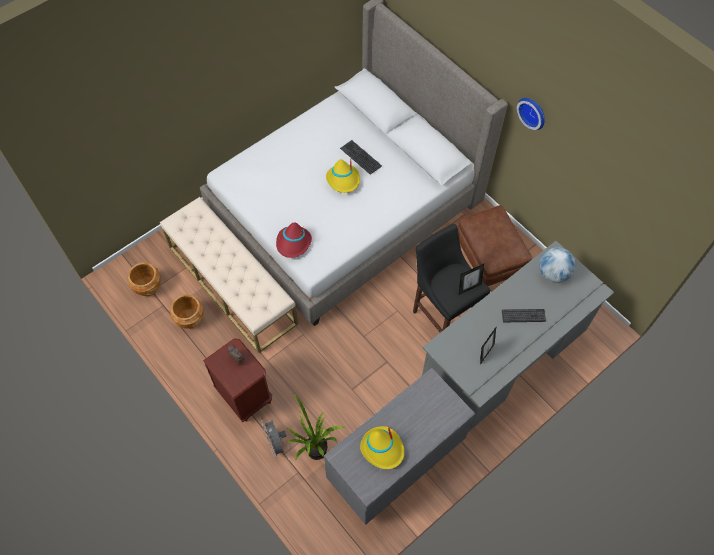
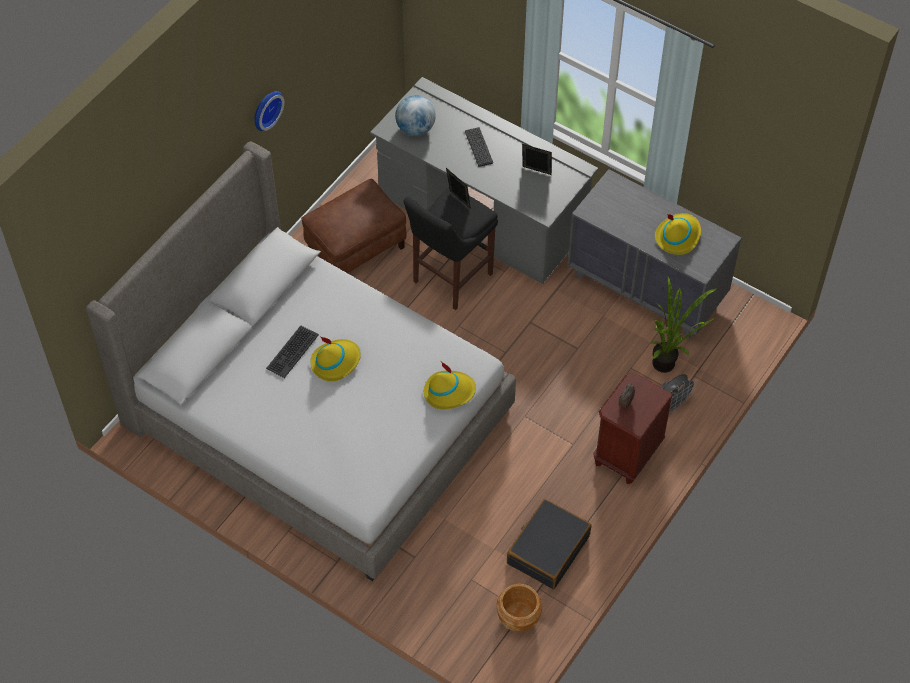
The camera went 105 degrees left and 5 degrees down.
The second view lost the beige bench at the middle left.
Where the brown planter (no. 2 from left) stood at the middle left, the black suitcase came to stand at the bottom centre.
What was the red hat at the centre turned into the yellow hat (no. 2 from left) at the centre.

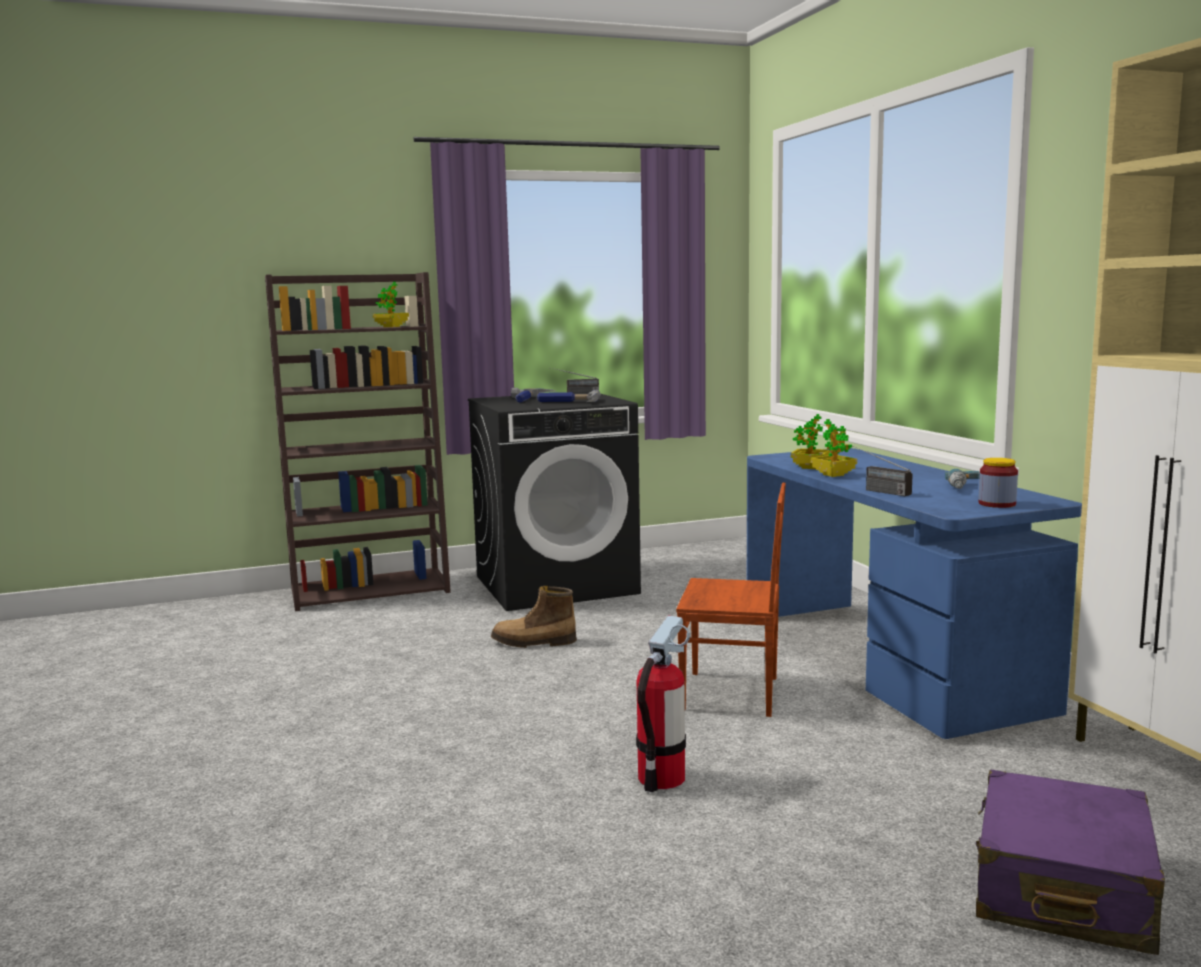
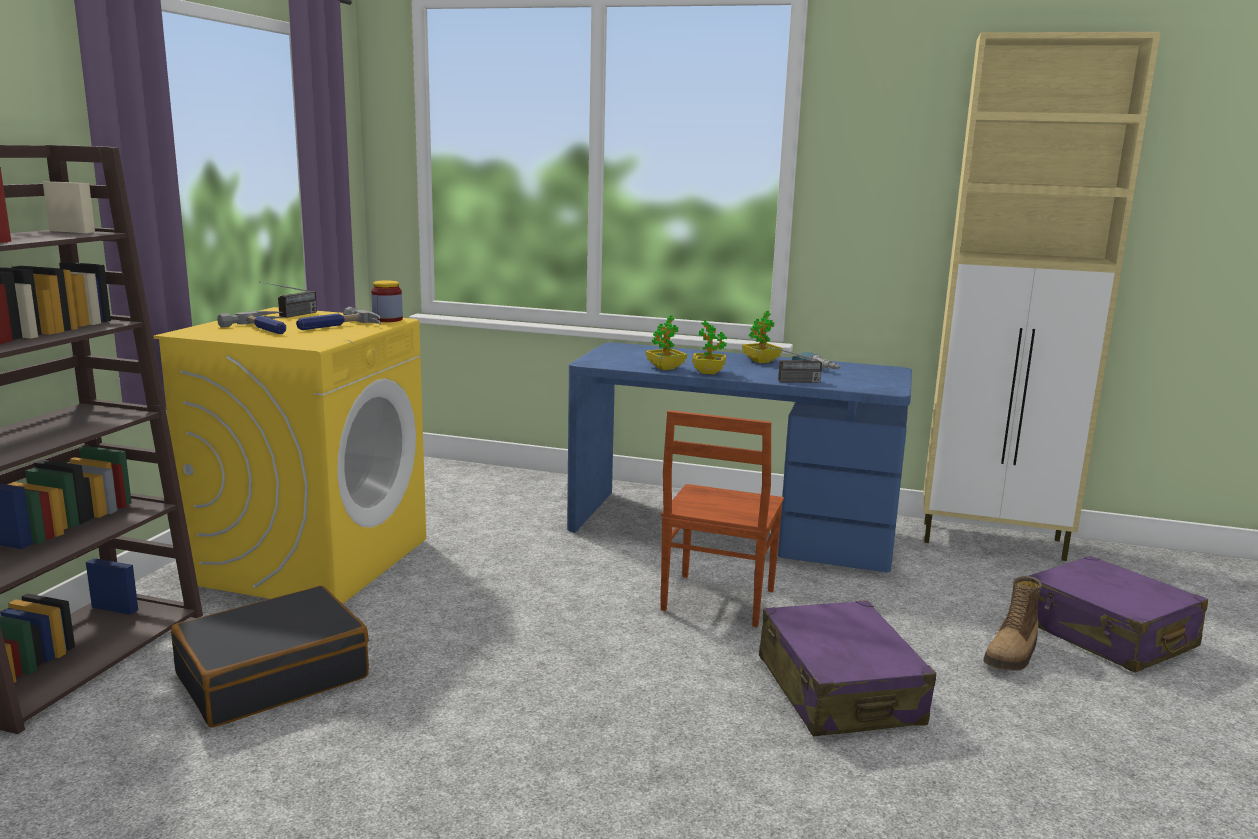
The camera went 55 degrees left and 5 degrees up.
The second view gained the black suitcase at the bottom left.
The potted plant (no. 1 from left in the first image) ended up elsewhere, having gone from the top left to the centre.
The boot ended up elsewhere, having gone from the centre to the bottom right.
The jar ended up elsewhere, having gone from the middle right to the middle left.
Where the fire extinguisher stood at the bottom centre, the purple suitcase (no. 1 from left) came to stand at the bottom right.
What was the black washing machine at the centre turned into the yellow washing machine at the middle left.
The brown chair at the centre ended up facing another way, 150 degrees clockwise from before.

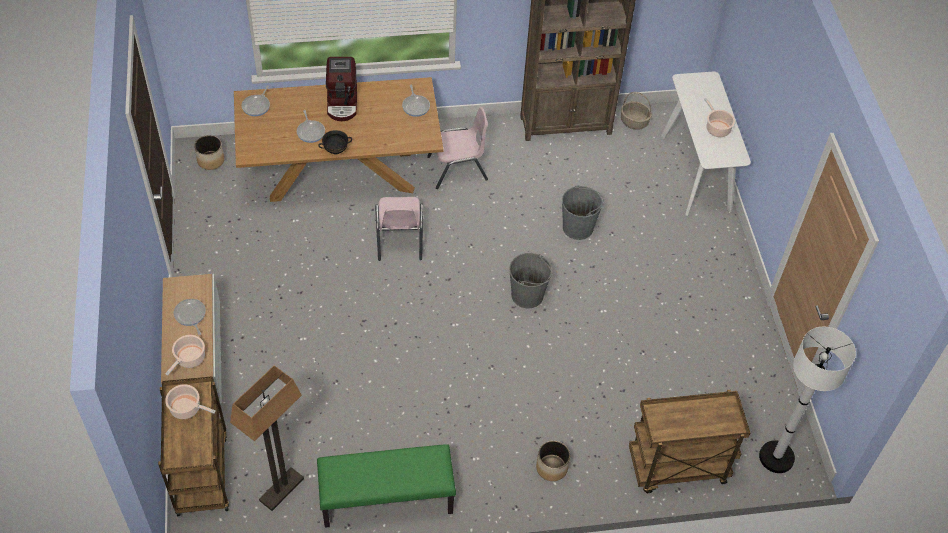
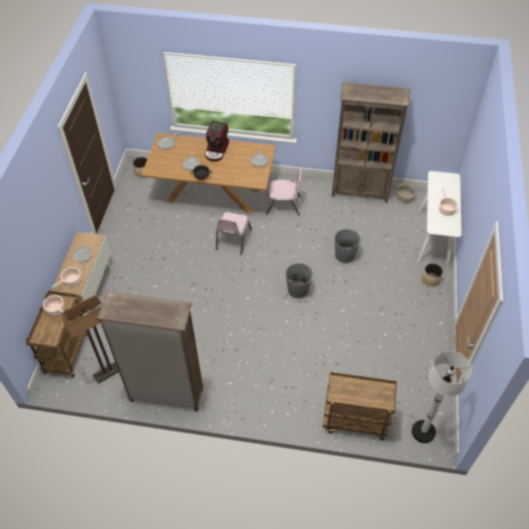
The camera went 20 degrees right and 0 degrees up.
The planter (no. 2 from left) ended up elsewhere, having gone from the bottom centre to the middle right.
Where the green bench stood at the bottom centre, the brown bookcase (no. 1 from left) came to stand at the middle left.

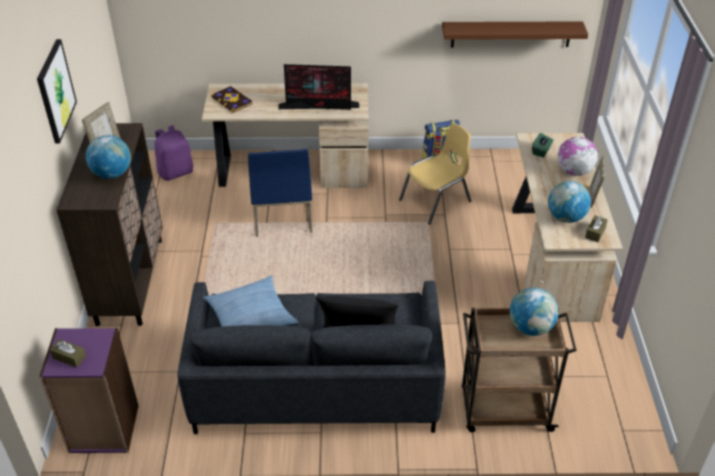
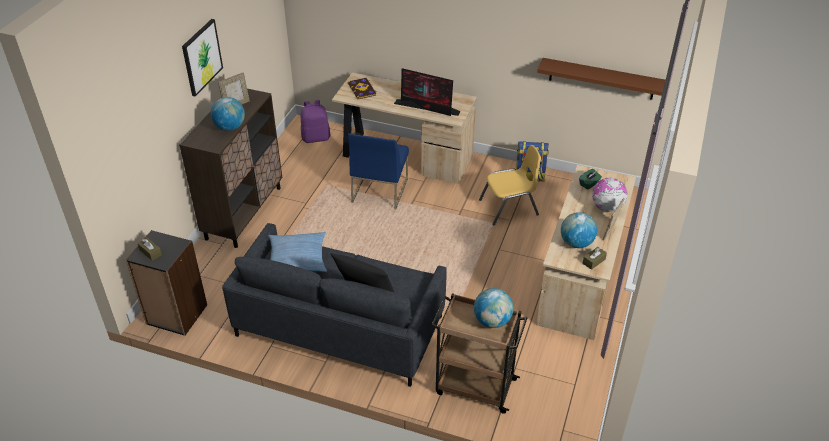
The camera went 20 degrees right and 0 degrees up.
What was the purple bookcase at the bottom left turned into the black bookcase at the middle left.

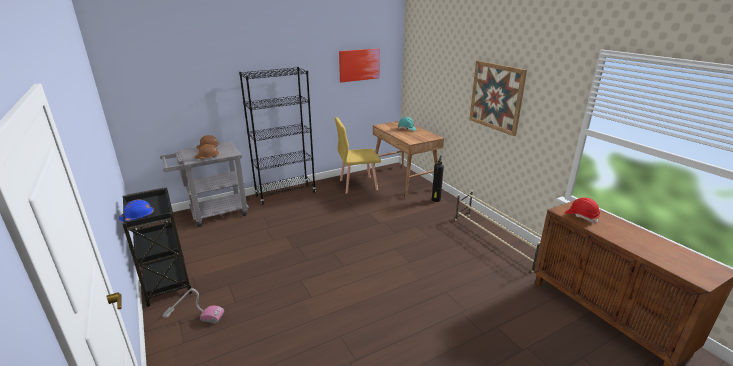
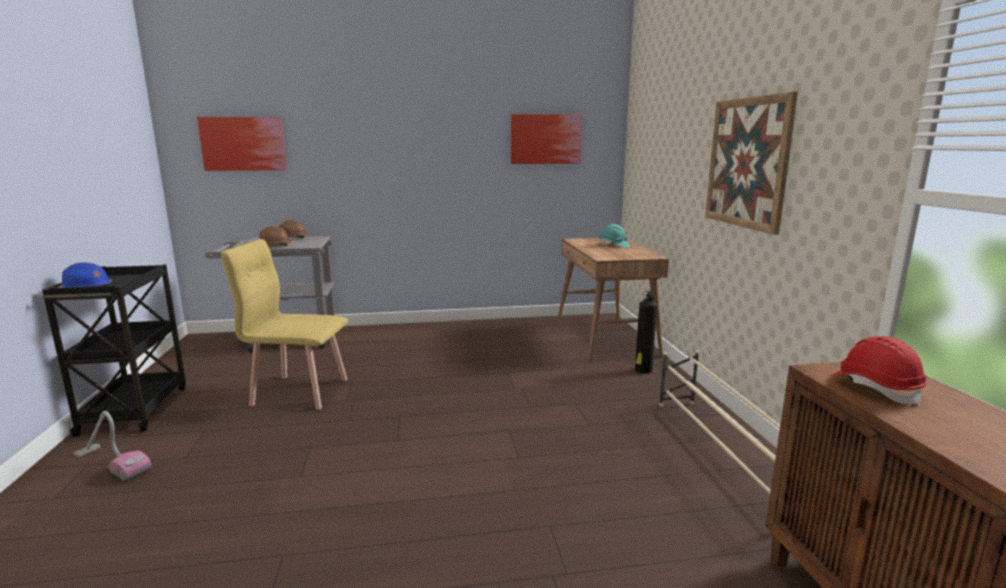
The camera went 20 degrees right and 10 degrees down.
The second view lost the black bookcase at the centre.
The second view gained the picture (no. 1 from left) at the top left.
The yellow chair ended up elsewhere, having gone from the centre to the middle left.

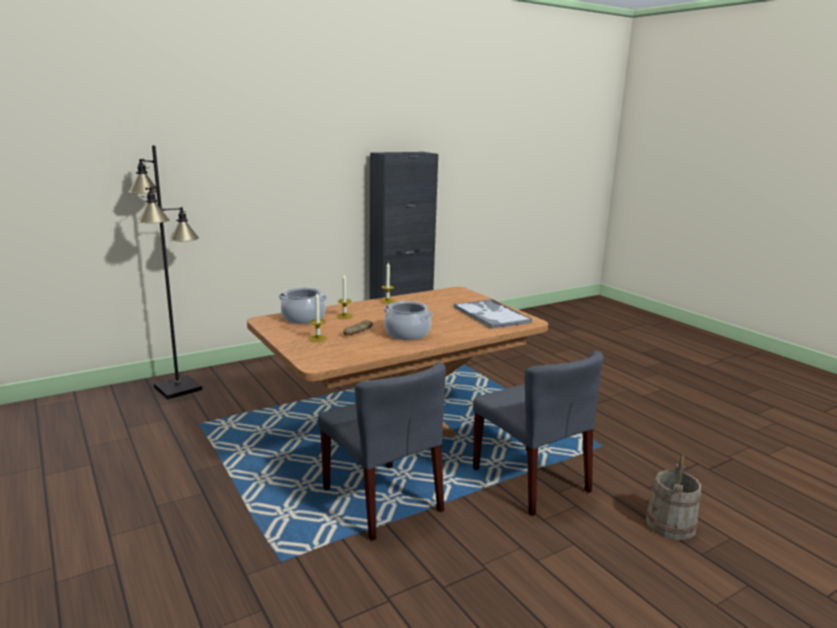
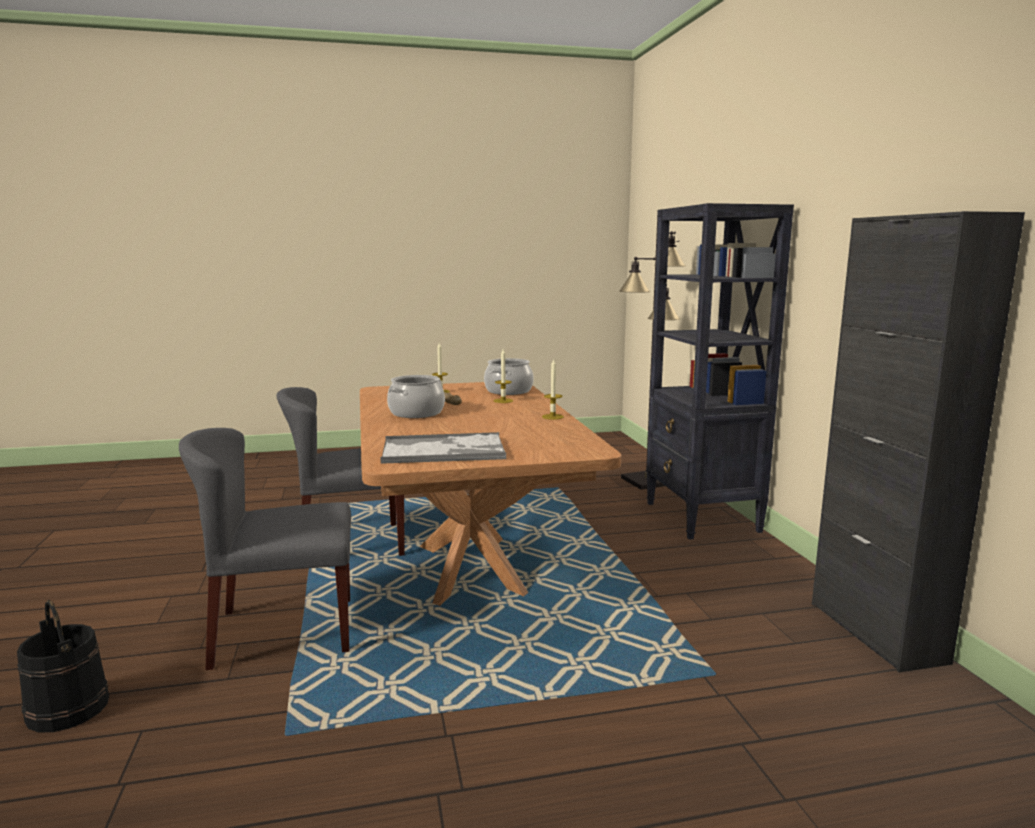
The camera went 110 degrees right and 5 degrees down.
The second view gained the black bookcase at the middle right.
What was the beige bucket at the bottom right turned into the black bucket at the bottom left.

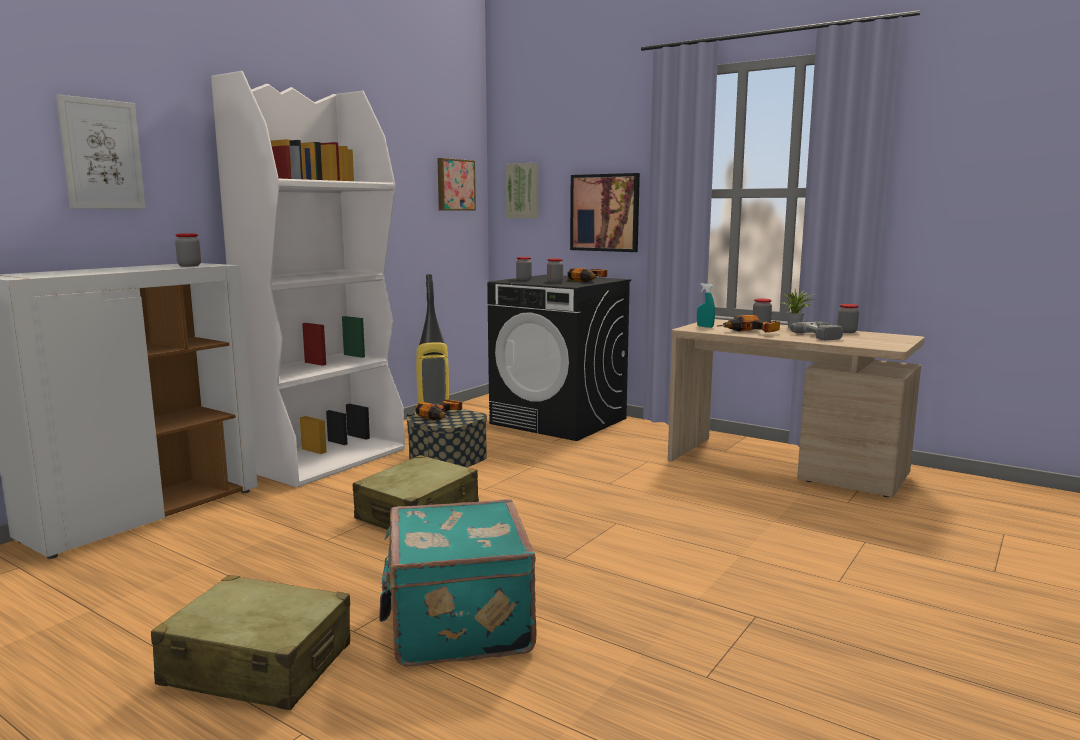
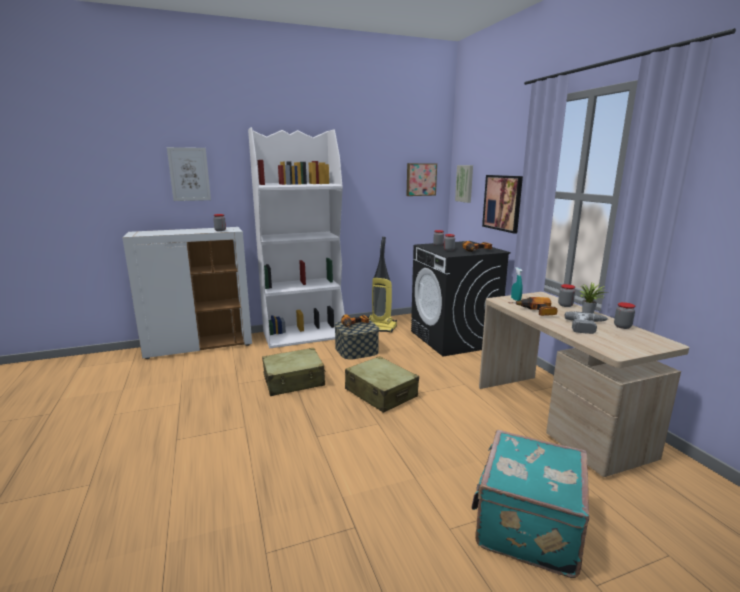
The camera went 35 degrees right and 5 degrees up.
The beige suitcase (no. 1 from left in the first image) ended up elsewhere, having gone from the bottom left to the centre.
The turquoise suitcase ended up elsewhere, having gone from the bottom centre to the bottom right.

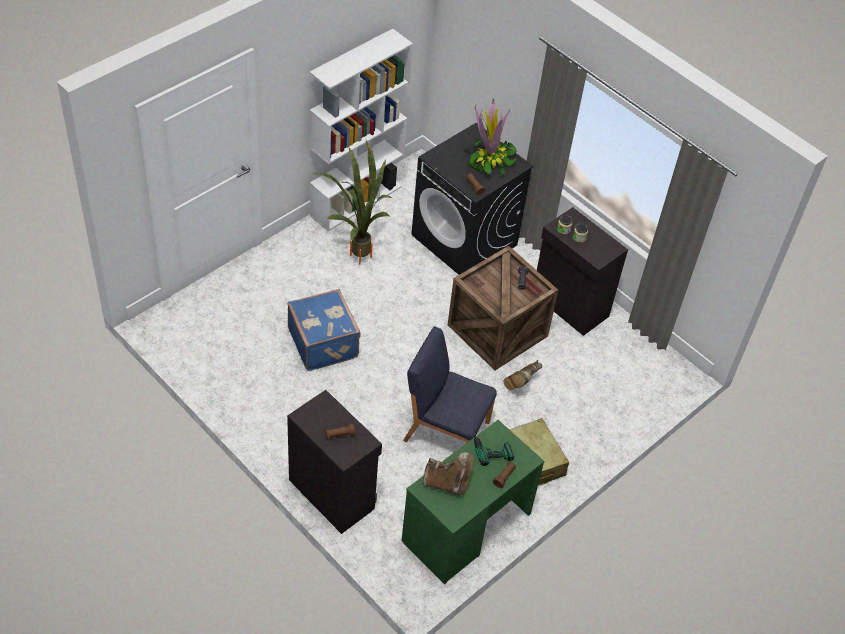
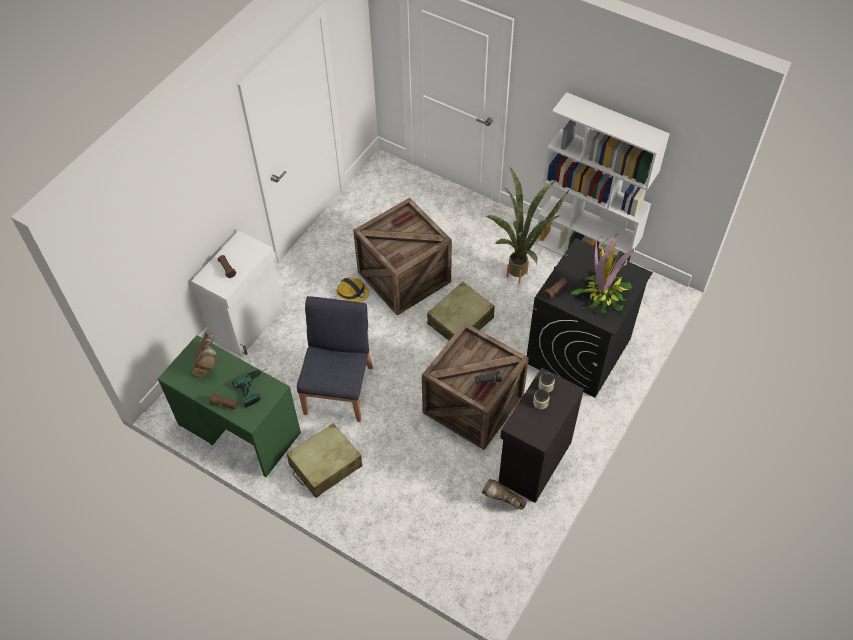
The camera went 80 degrees right and 5 degrees up.
The second view gained the hard hat at the centre.
The second view gained the beige suitcase (no. 2 from left) at the centre.
The brown boot (no. 2 from left) ended up elsewhere, having gone from the centre to the bottom centre.
Where the blue suitcase stood at the centre, the crate (no. 1 from left) came to stand at the centre.
What was the black cabinet (no. 1 from left) at the bottom centre turned into the white cabinet at the middle left.

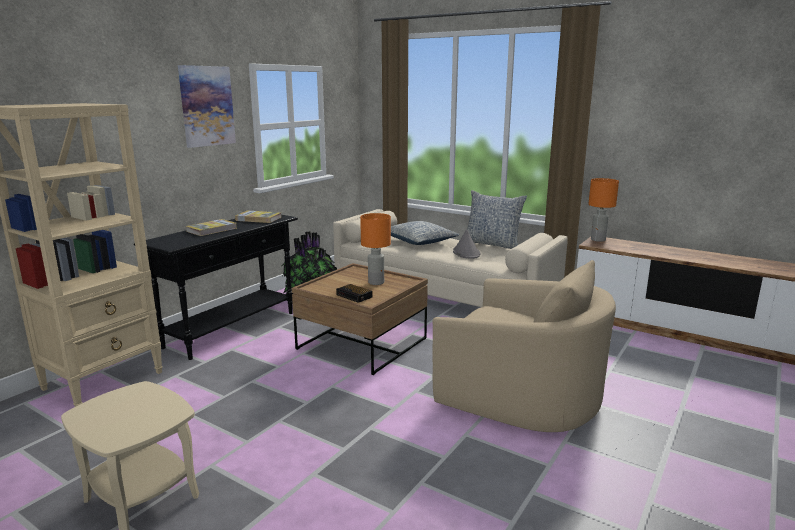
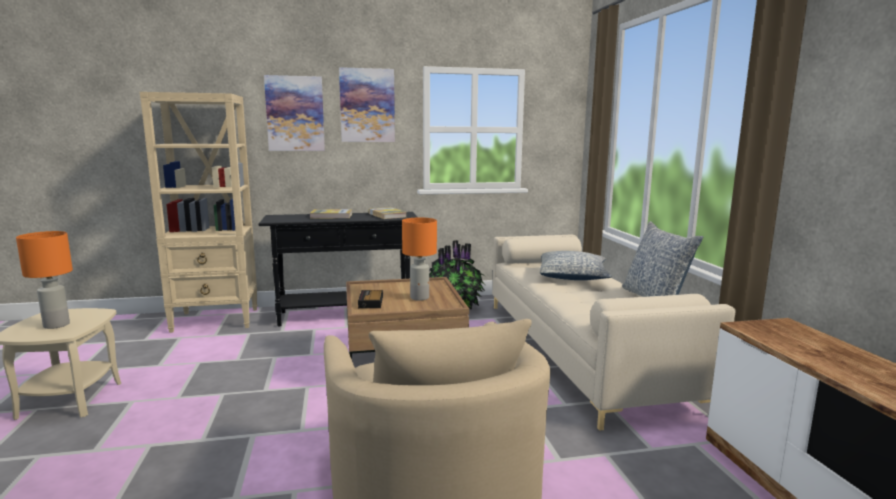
The camera went 45 degrees right and 5 degrees down.
The second view lost the grey hat at the centre.
The second view gained the picture (no. 1 from left) at the top left.
The orange table lamp (no. 2 from left in the first image) ended up elsewhere, having gone from the middle right to the middle left.

